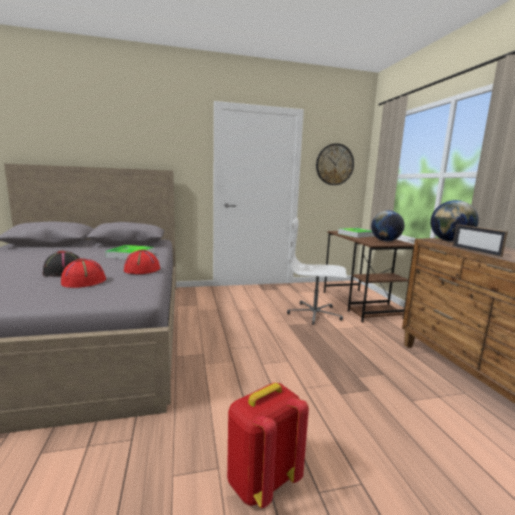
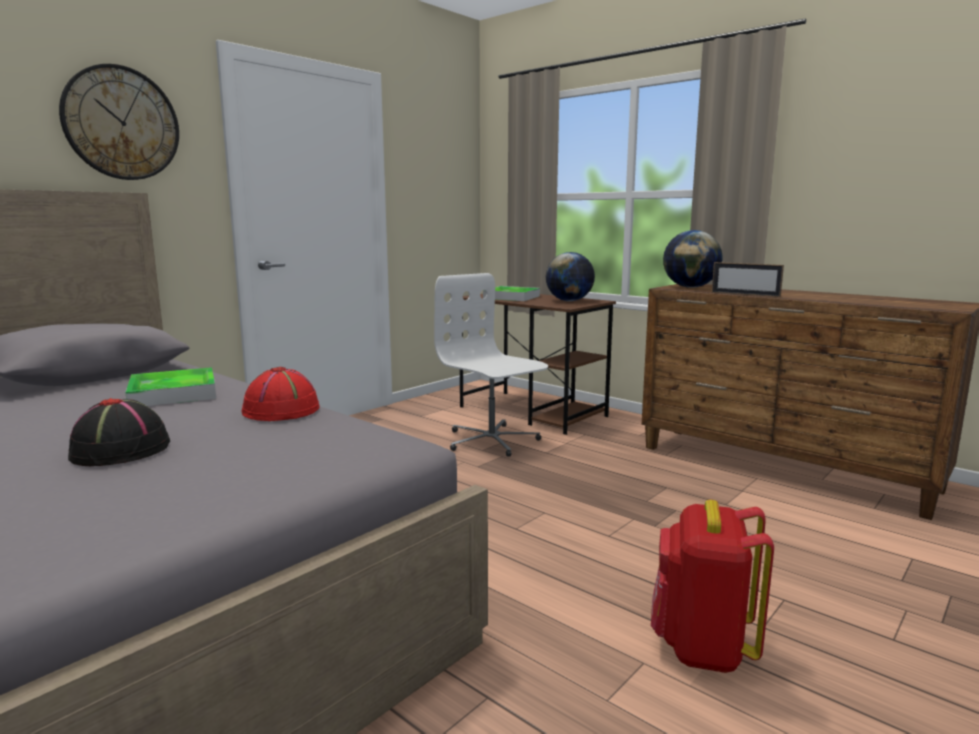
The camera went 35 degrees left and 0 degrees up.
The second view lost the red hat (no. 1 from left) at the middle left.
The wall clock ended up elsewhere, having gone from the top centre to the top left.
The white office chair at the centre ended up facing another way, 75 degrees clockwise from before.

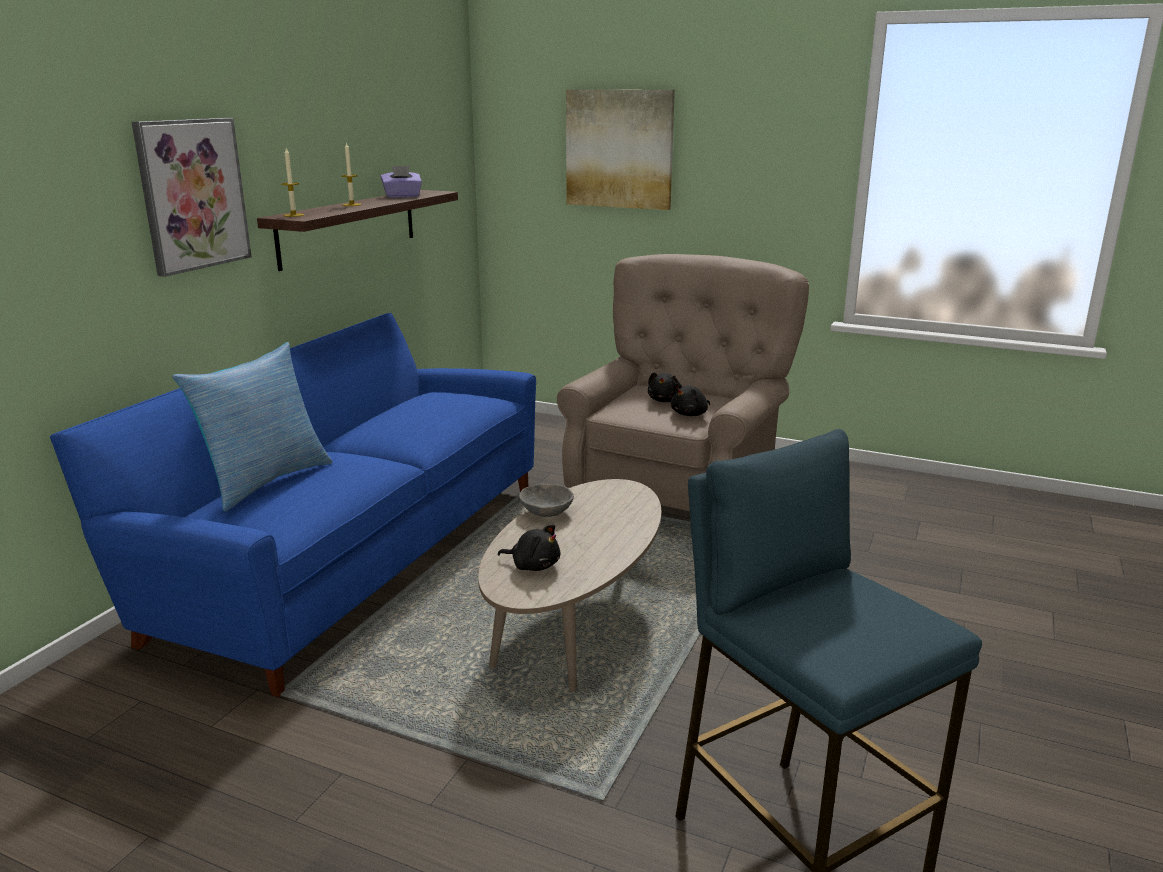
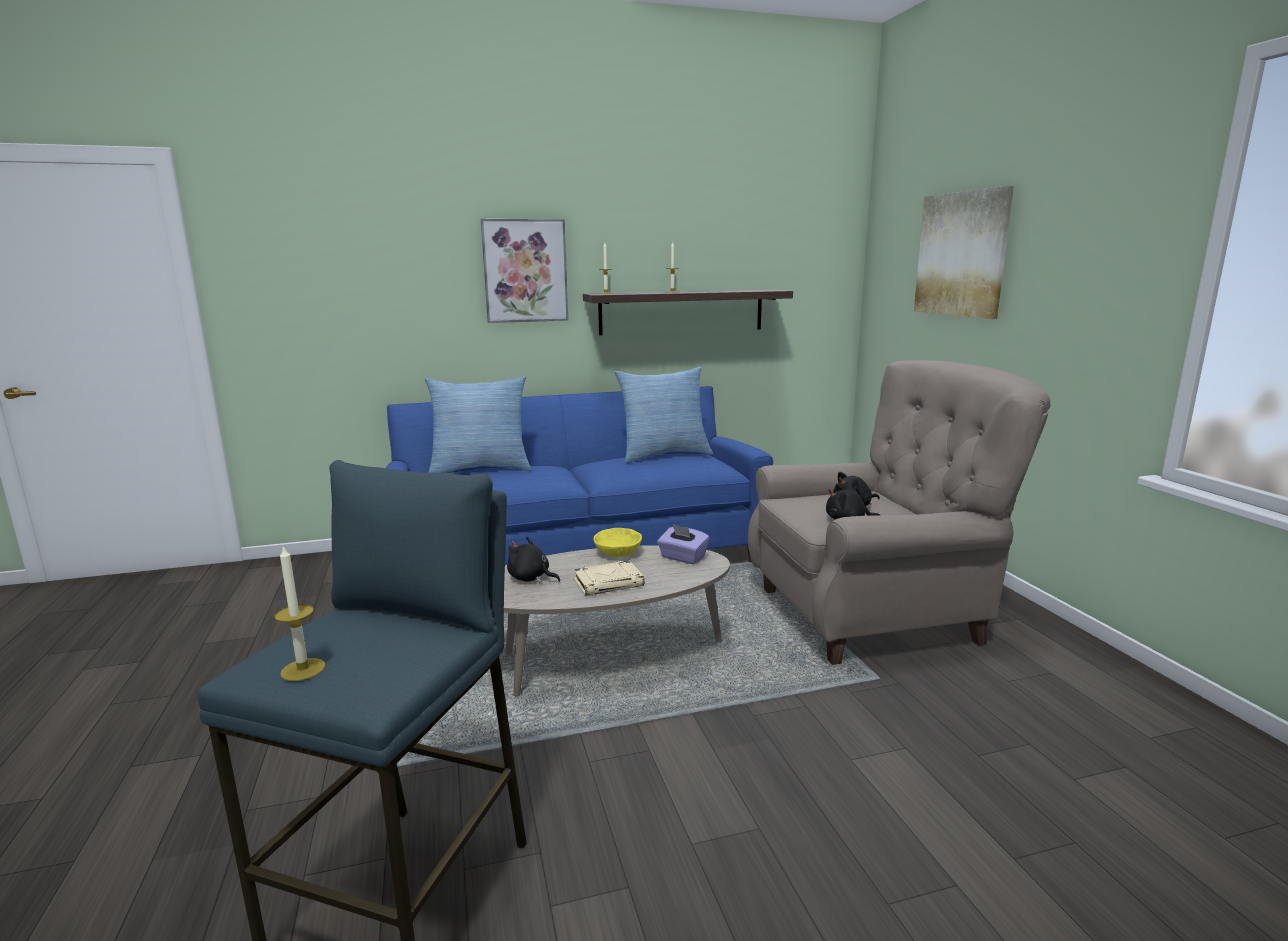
The camera went 50 degrees right and 5 degrees down.
The second view gained the candle (no. 1 from left) at the middle left.
The second view gained the beige book at the centre.
The second view gained the pillow (no. 2 from left) at the centre.
The purple tissue box ended up elsewhere, having gone from the top centre to the centre.
What was the grey bowl at the centre turned into the yellow bowl at the centre.
The black plush toy (no. 1 from left) at the centre ended up facing another way, 135 degrees clockwise from before.

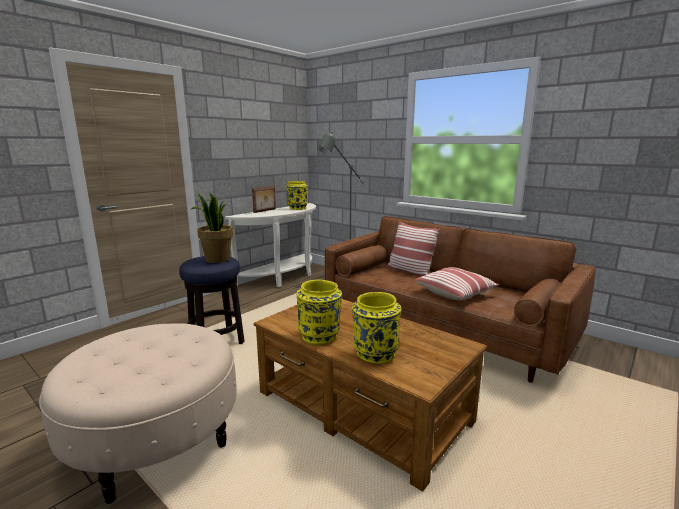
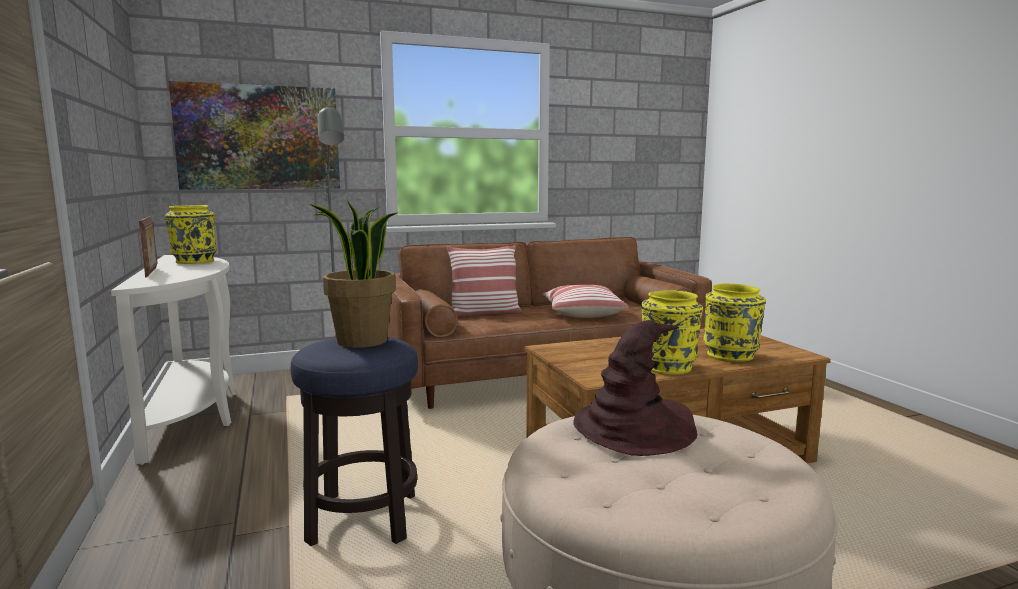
The camera went 60 degrees left and 5 degrees down.
The second view gained the picture at the top left.
The second view gained the brown hat at the centre.

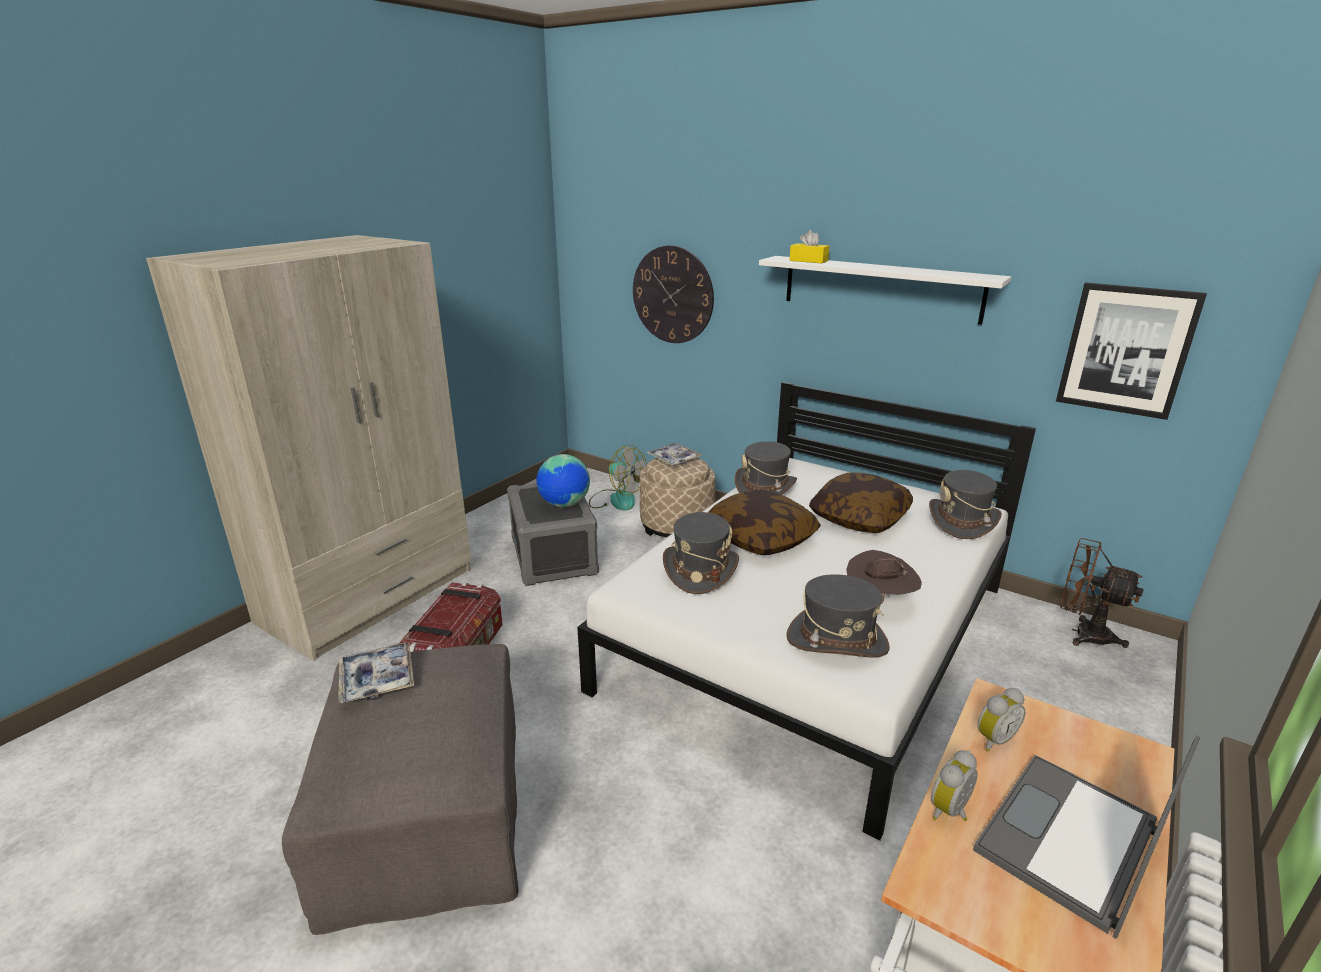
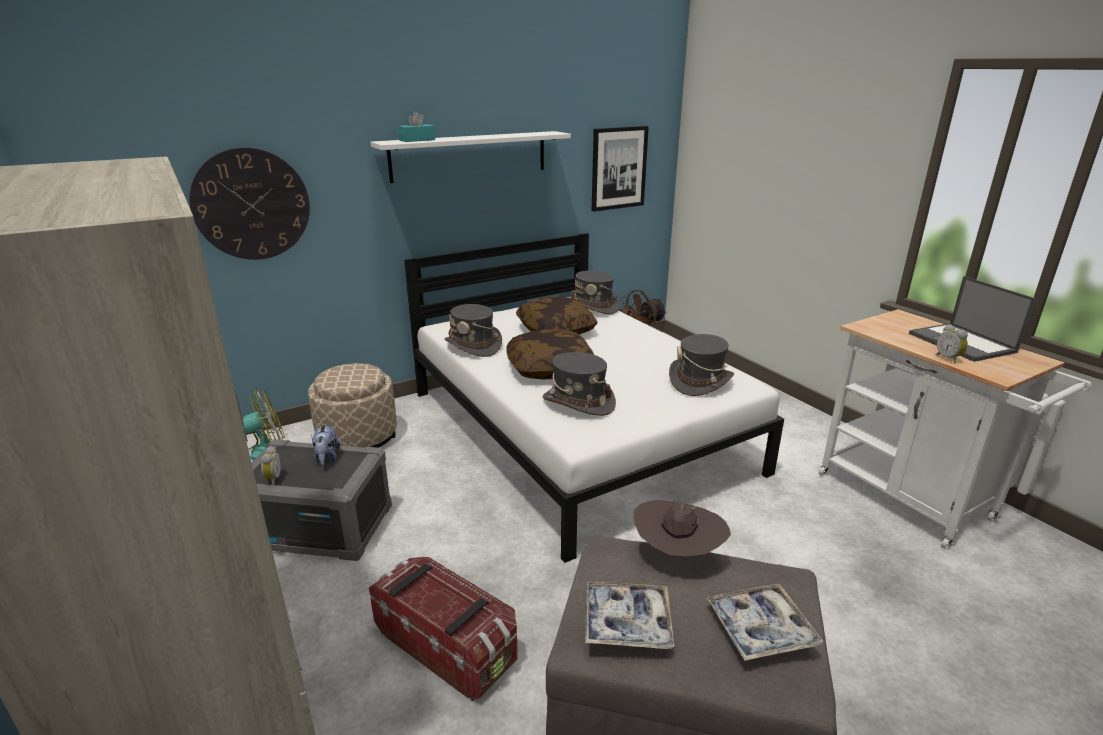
The camera went 65 degrees left and 0 degrees up.
The tray (no. 2 from left) ended up elsewhere, having gone from the centre to the bottom right.
The brown hat ended up elsewhere, having gone from the middle right to the bottom centre.
The alarm clock (no. 2 from left in the first image) ended up elsewhere, having gone from the bottom right to the middle left.
Where the globe stood at the centre, the plush toy came to stand at the middle left.
What was the yellow tissue box at the top centre turned into the turquoise tissue box at the top centre.

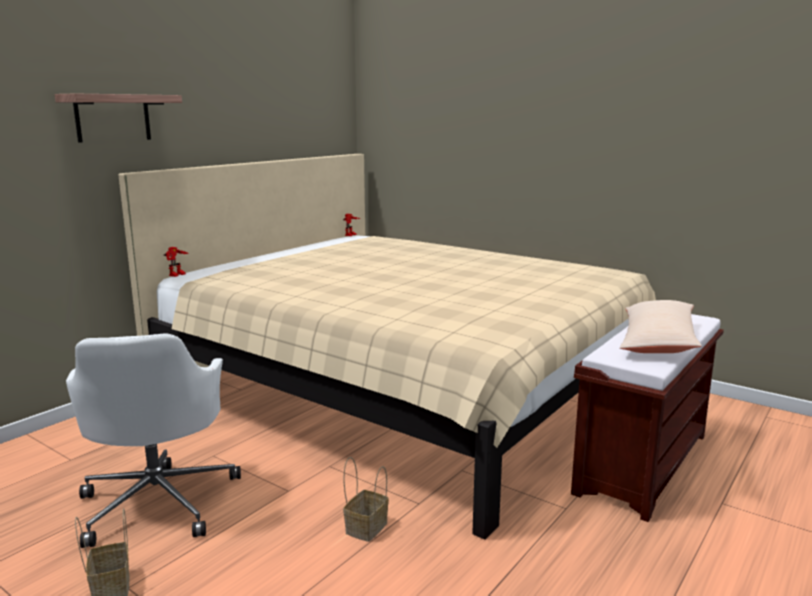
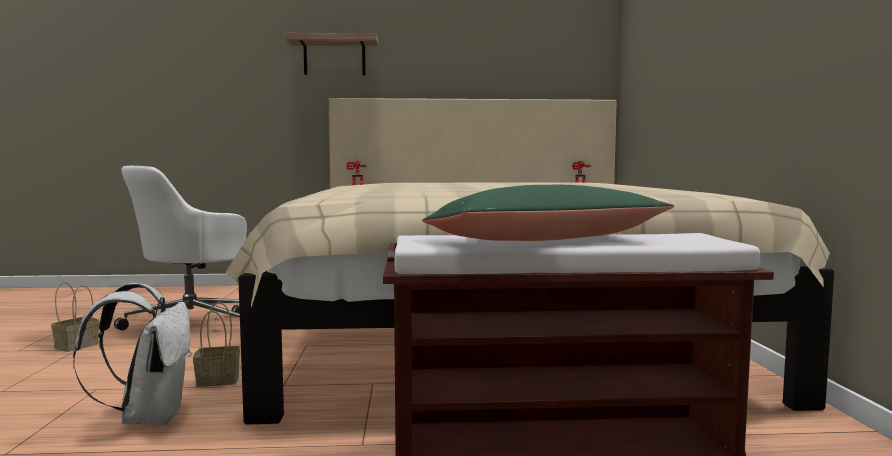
The camera went 50 degrees right and 10 degrees down.
The second view gained the white backpack at the bottom left.
What was the beige pillow at the middle right turned into the green pillow at the centre.

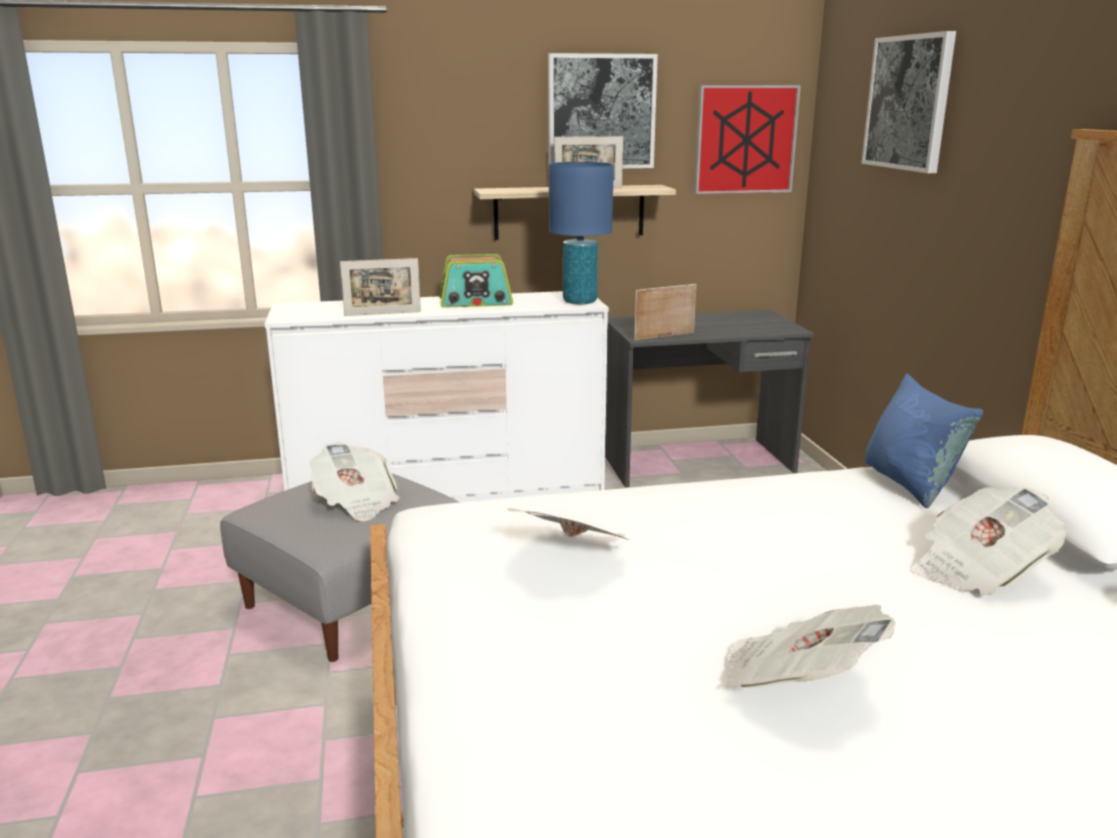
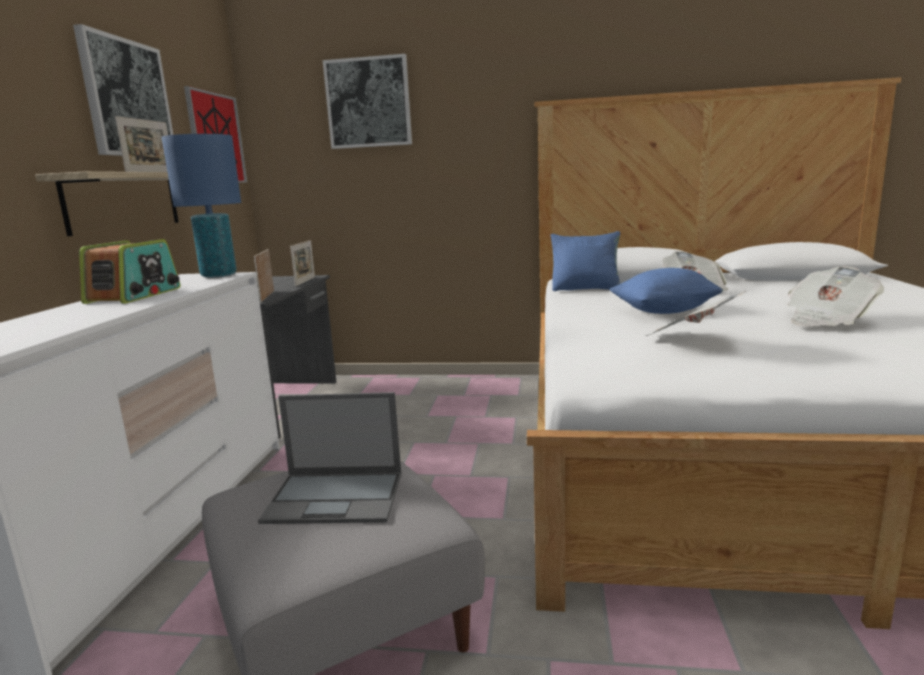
The camera went 70 degrees left and 5 degrees down.
The second view gained the blue pillow (no. 2 from left) at the middle right.
The picture frame (no. 1 from left in the first image) ended up elsewhere, having gone from the centre to the middle left.
Where the newspaper (no. 1 from left) stood at the middle left, the laptop came to stand at the bottom centre.

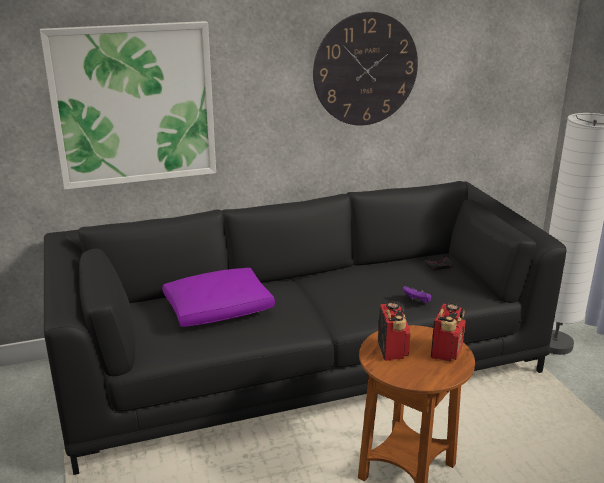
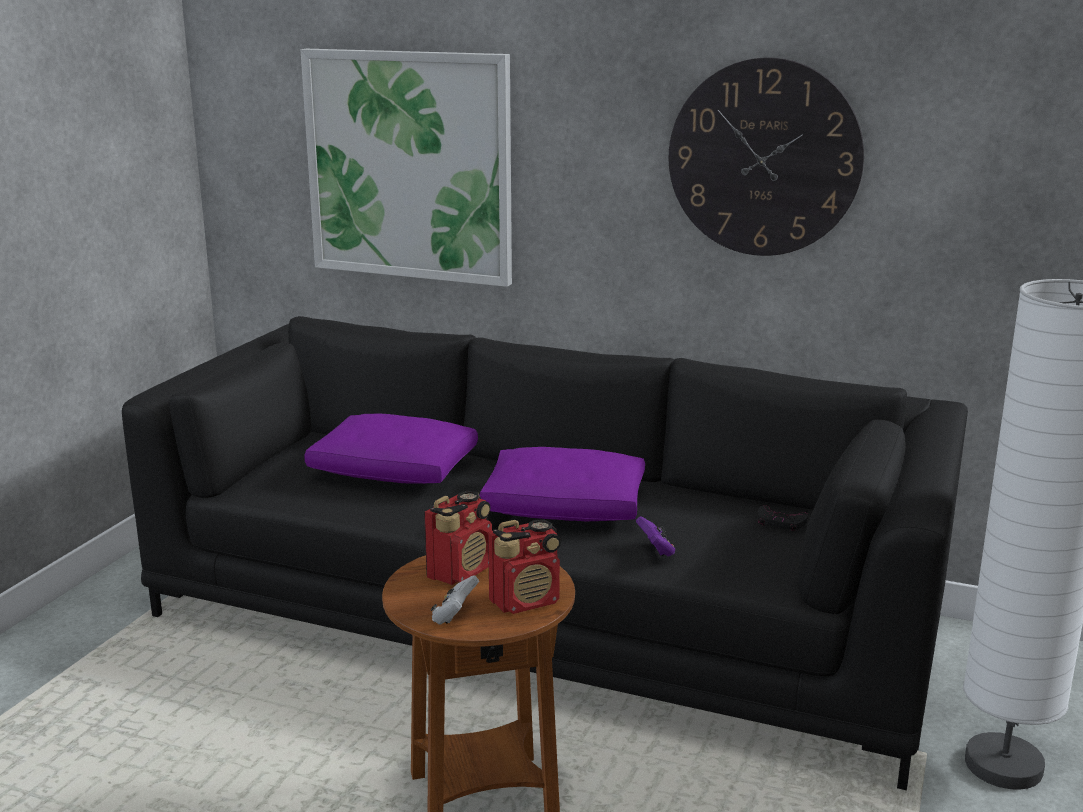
The camera went 40 degrees right and 5 degrees down.
The second view gained the white game controller at the bottom centre.
The second view gained the purple pillow (no. 2 from left) at the centre.

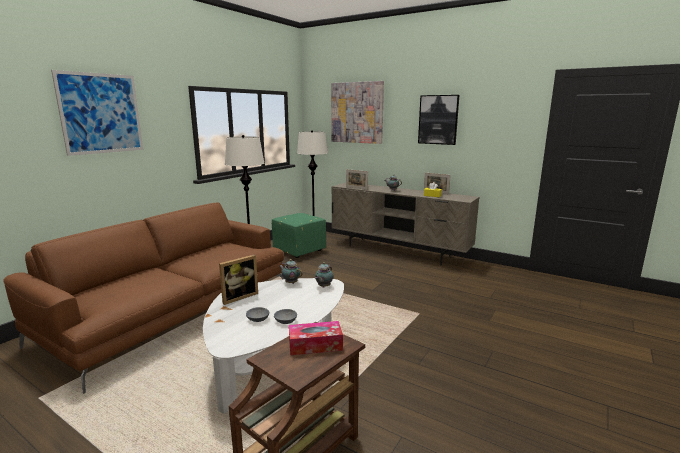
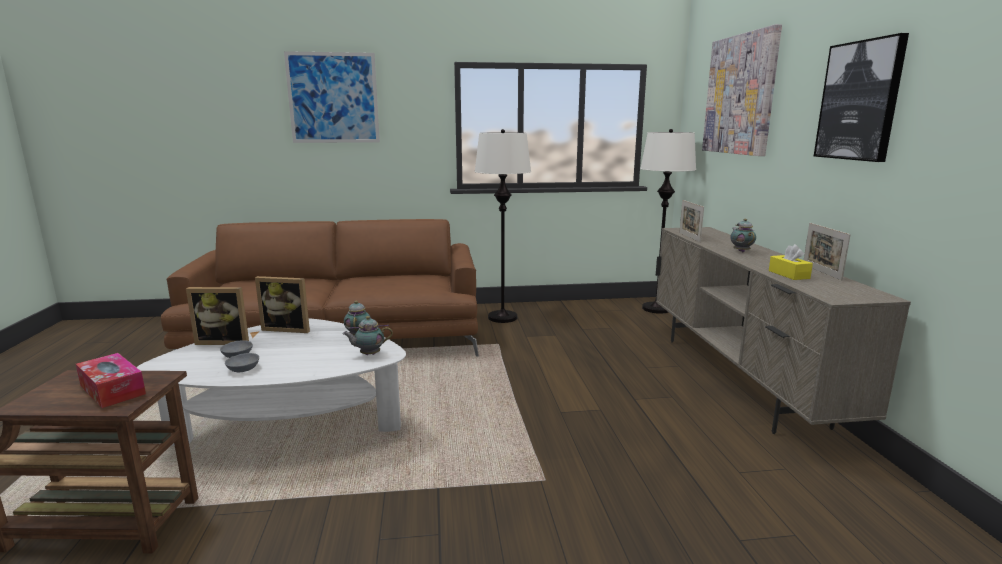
The camera went 50 degrees right and 0 degrees up.
The second view lost the green ottoman at the centre.
The second view gained the picture frame (no. 1 from left) at the middle left.

